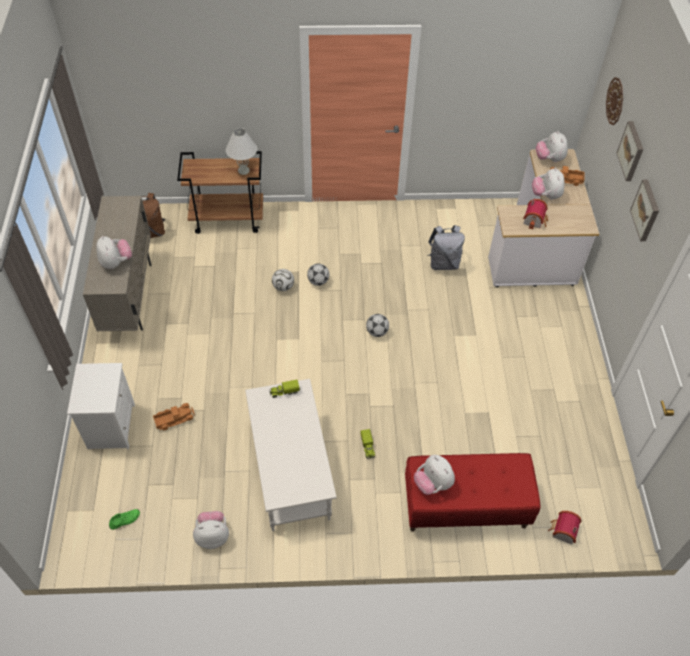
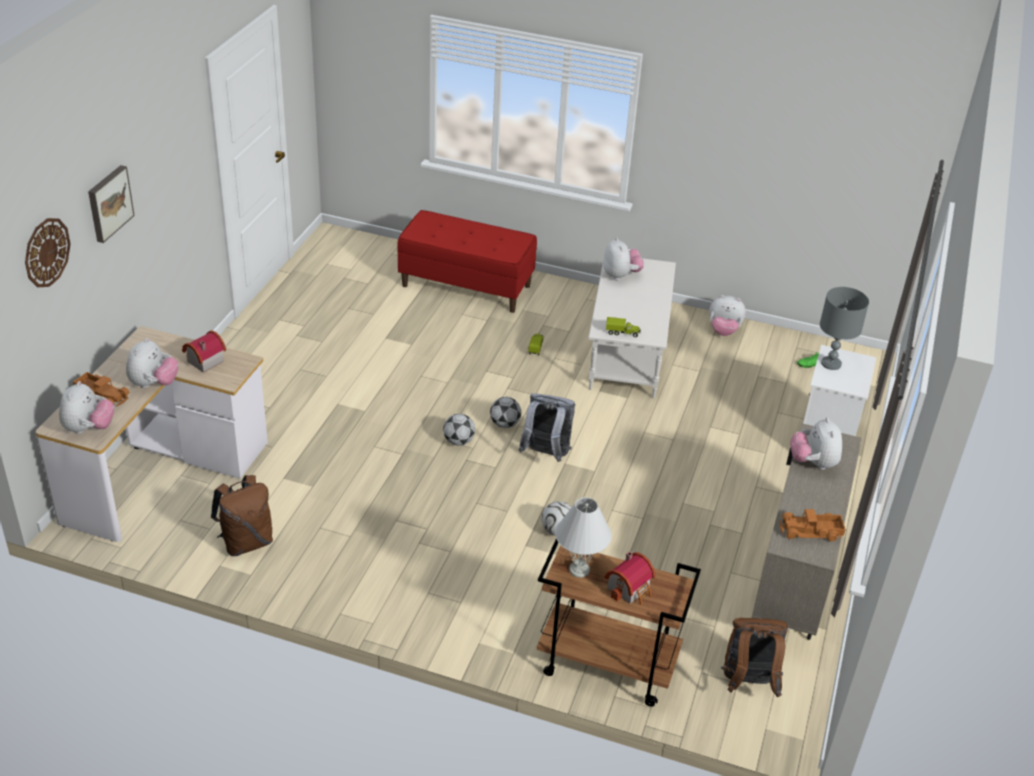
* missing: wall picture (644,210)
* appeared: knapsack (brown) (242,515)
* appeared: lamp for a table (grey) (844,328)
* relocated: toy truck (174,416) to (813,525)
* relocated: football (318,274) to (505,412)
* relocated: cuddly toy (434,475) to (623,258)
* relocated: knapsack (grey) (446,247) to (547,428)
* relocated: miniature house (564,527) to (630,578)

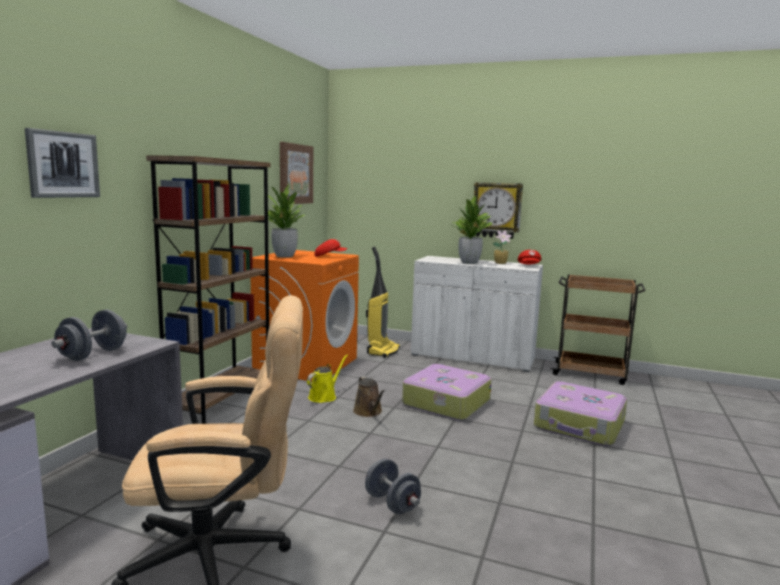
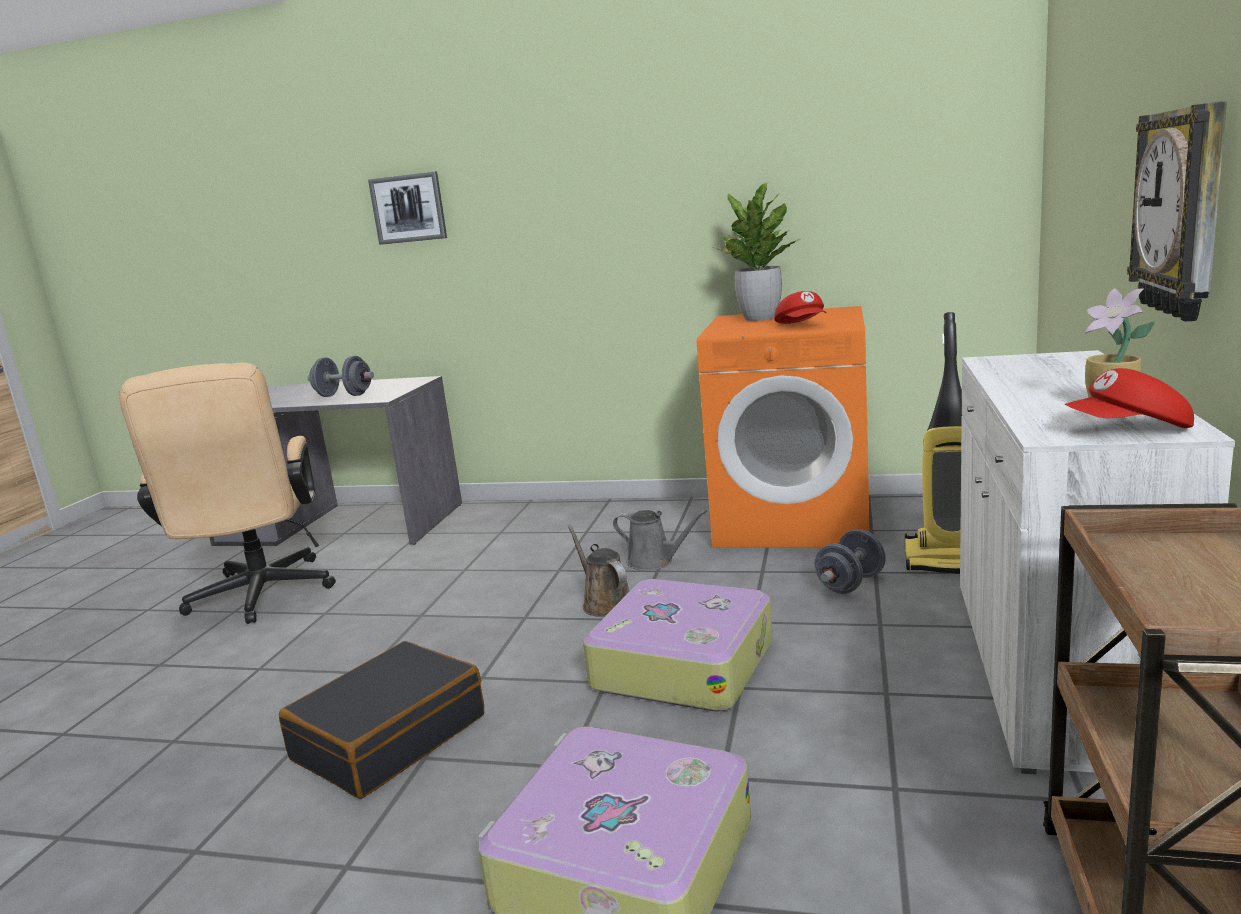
* missing: shelving unit (brown) (208,289)
* missing: wall picture (296,173)
* missing: houseplant (472,230)
* appeared: suitcase (black-coloured) (381,720)
* relocated: free weight (grey) (393,486) to (850,561)
* colour: sprinkling can (yellowish) (327,379) to sprinkling can (grey) (660,540)
* spun: sprinkling can (brown) (369,396) = (598,571) 90 degrees clockwise

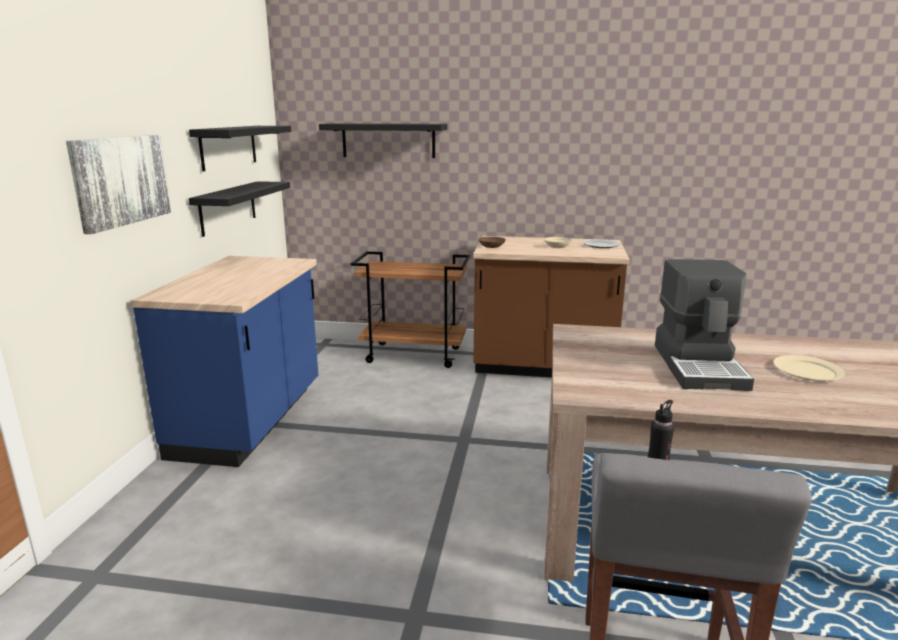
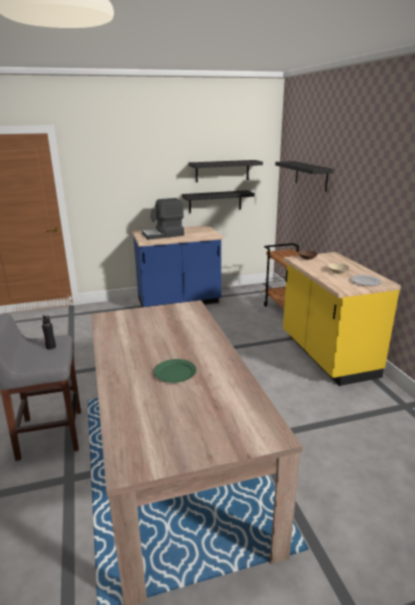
* missing: wall picture (118,184)
* relocated: coffee brewer (704,325) to (163,219)
* colour: kitchen counter (brown) (551,307) to kitchen counter (yellowish) (342,319)
* colour: plate (beige-coloured) (809,368) to plate (green) (175,371)

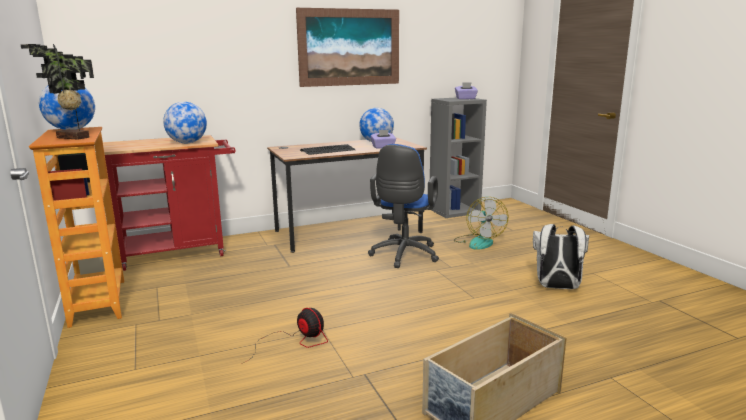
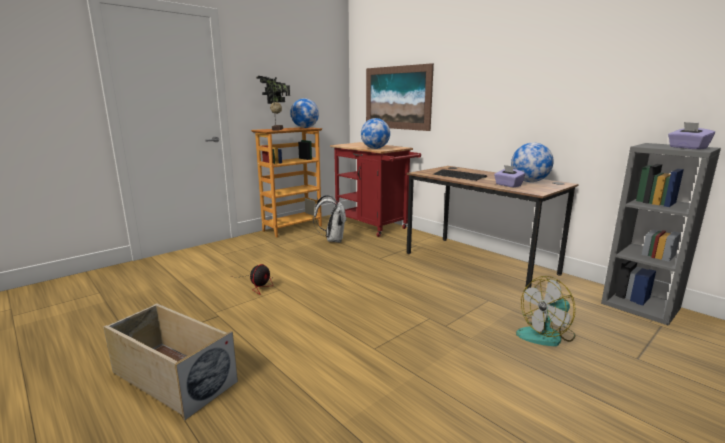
* missing: office chair (blue-coloured) (403,206)
* relocated: wall picture (347,47) to (400,97)
* relocated: knapsack (white-coloured) (561,256) to (330,219)

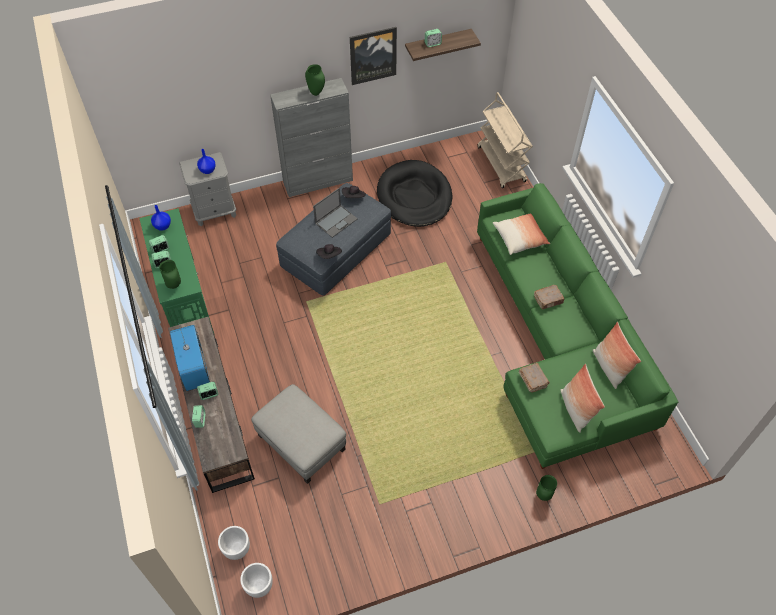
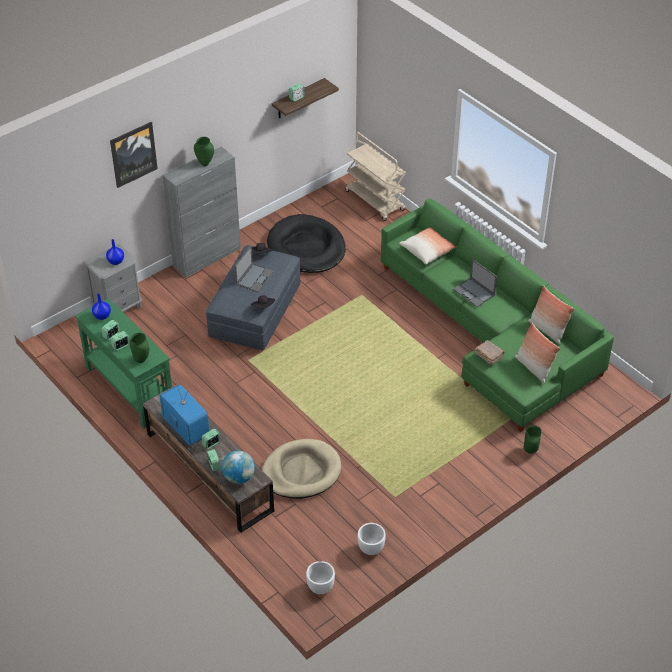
* appeared: world globe (238,467)
* relocated: flower pot (white-coloured) (234,543) to (372,539)
* relocated: wall picture (373,56) to (134,155)
* exchanged: footrest (grey) (298,434) to pet bed (beige-coloured) (301,469)
* exchanged: volume (brown) (549,297) to notebook computer (475,283)

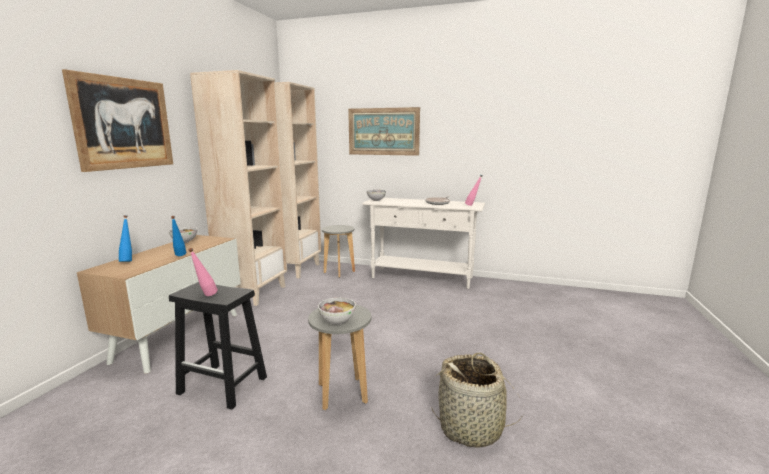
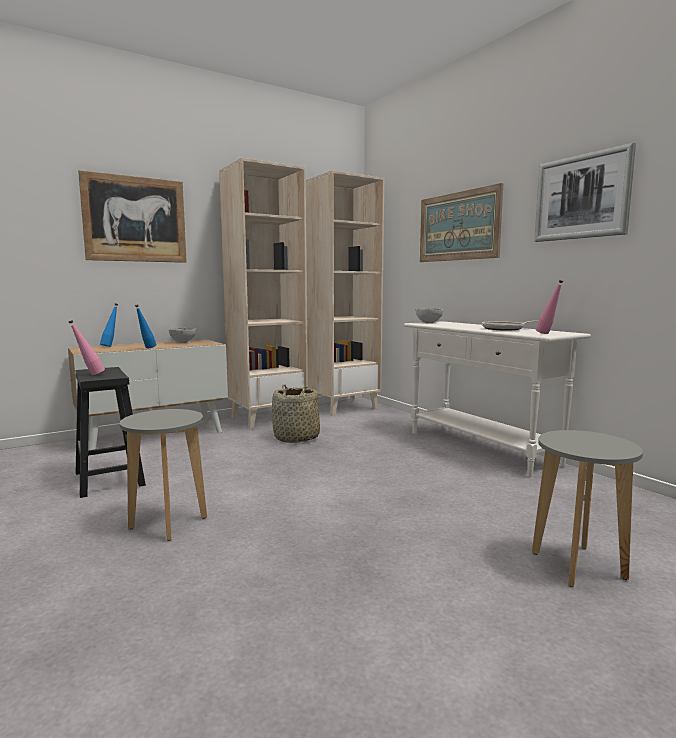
* missing: serving bowl (337,311)
* appeared: wall picture (585,192)
* relocated: stool (grey) (338,251) to (587,508)
* relocated: household basket (477,400) to (296,413)

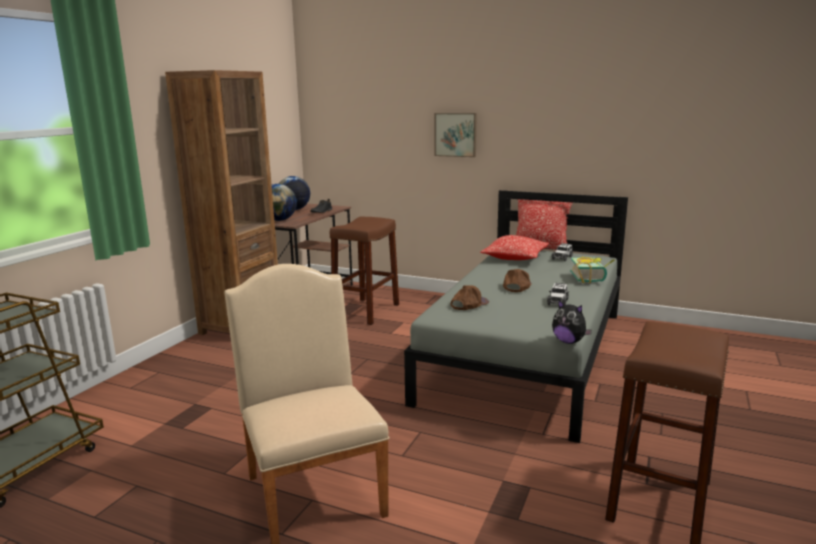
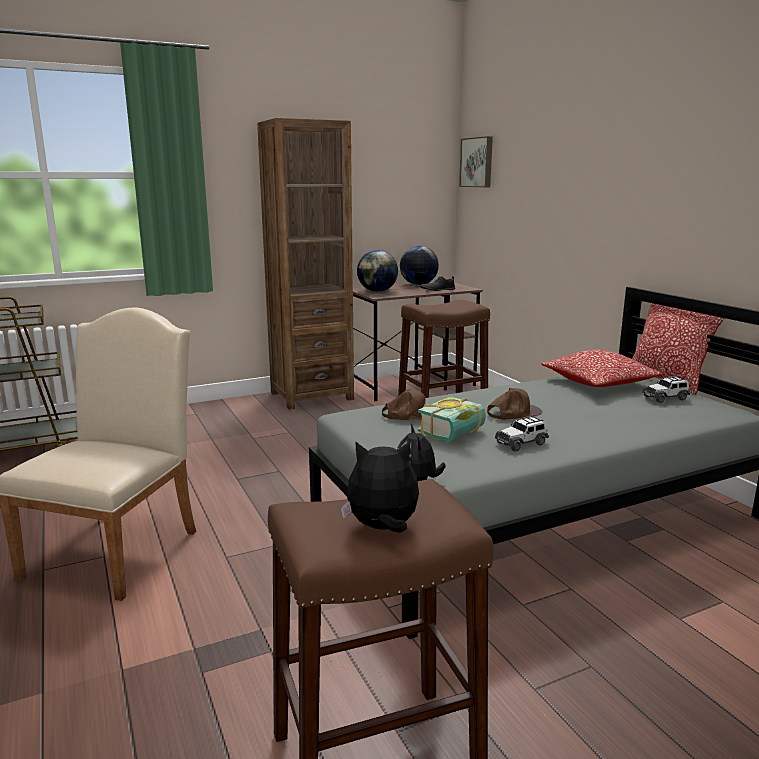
* appeared: cuddly toy (380,487)
* relocated: wall picture (455,135) to (476,161)
* relocated: volume (592,269) to (452,419)

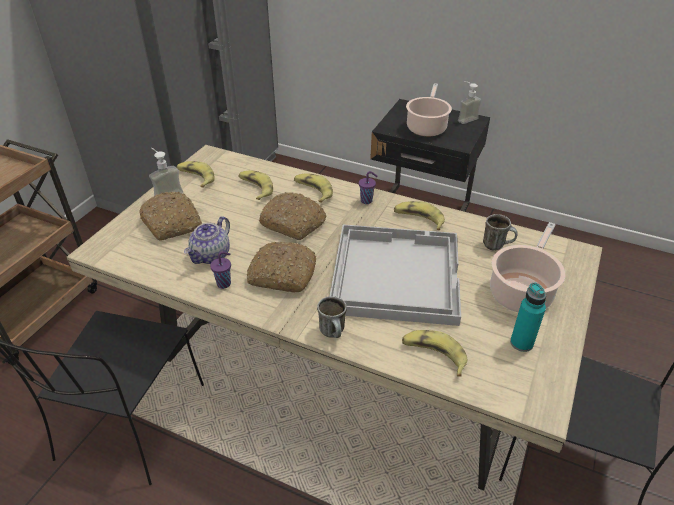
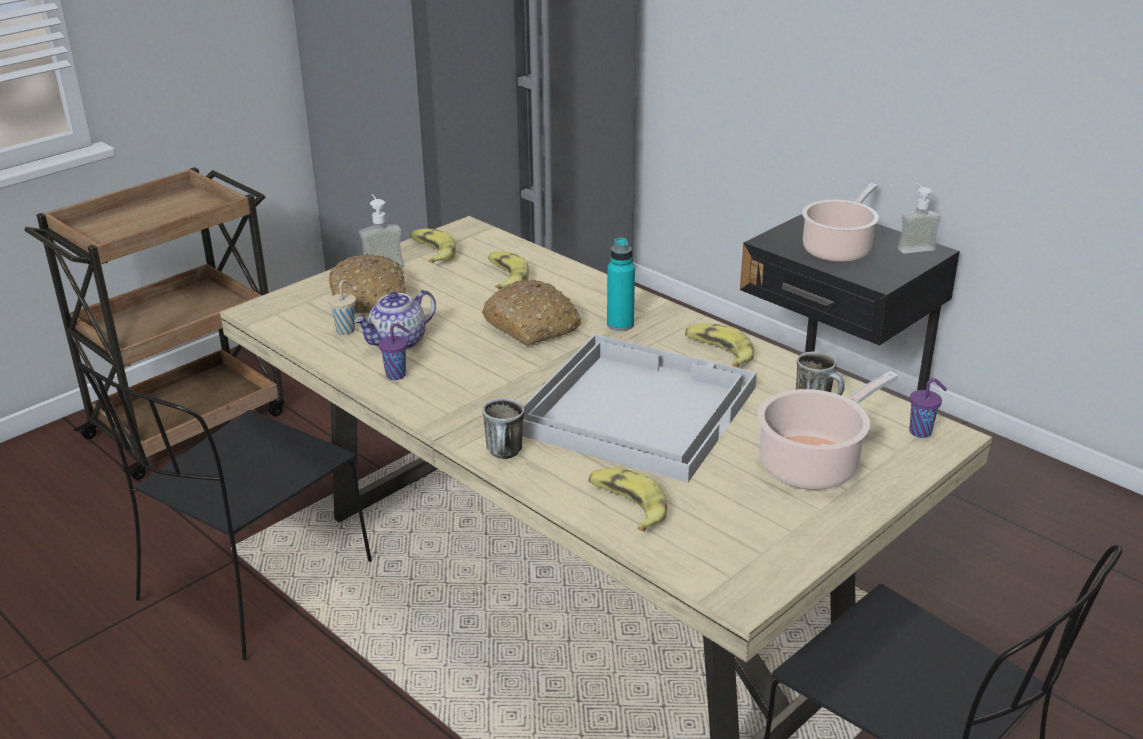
* missing: bread (281,267)
* missing: whole banana (313,188)
* appeared: small cup (beige-coloured) (342,307)
* relocated: small cup (purple) (368,187) to (928,408)
* relocated: drink bottle (turquoise-coloured) (528,317) to (621,284)

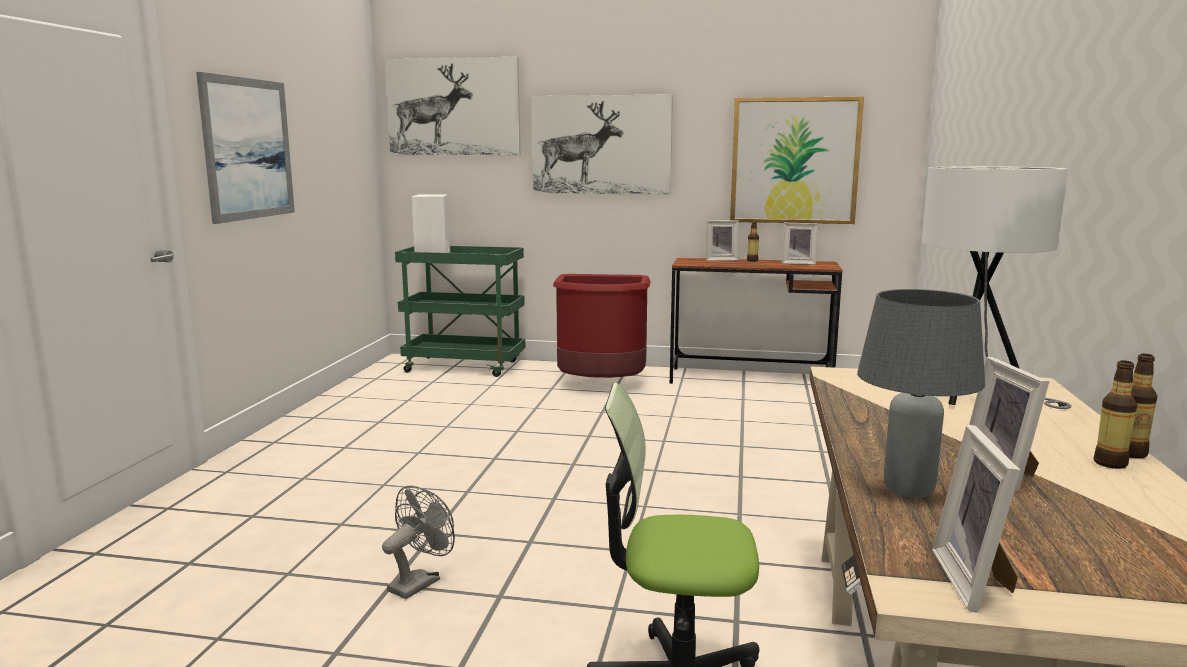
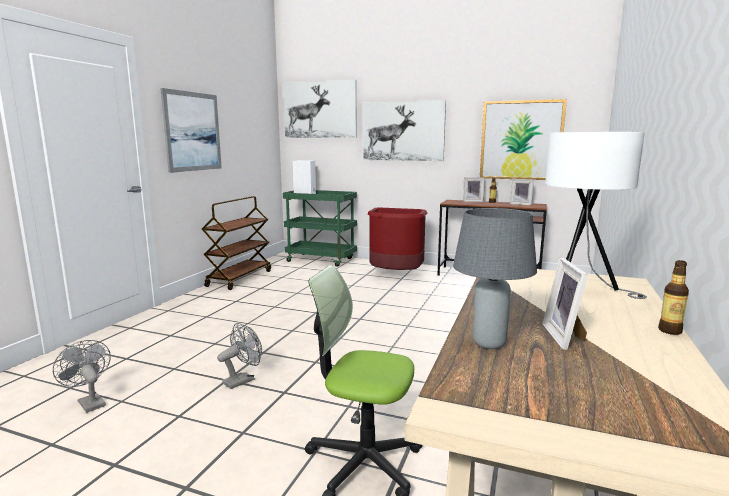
* missing: photo frame (976,519)
* missing: drink bottle (1115,414)
* appeared: cooling fan (grey) (82,376)
* appeared: cart (brown) (236,243)

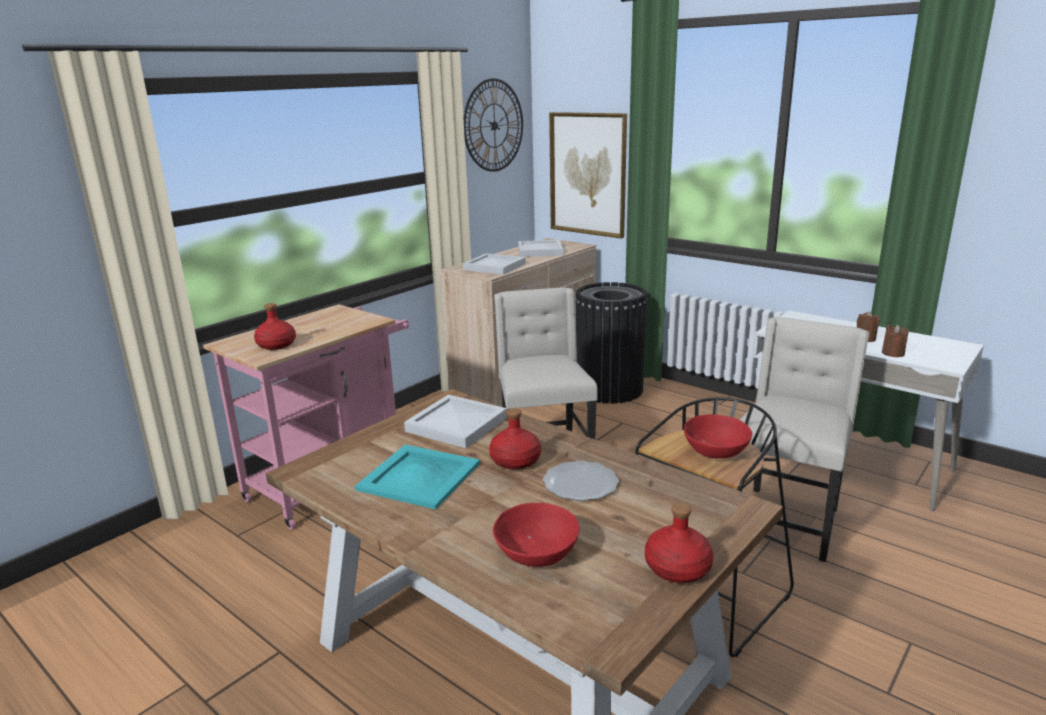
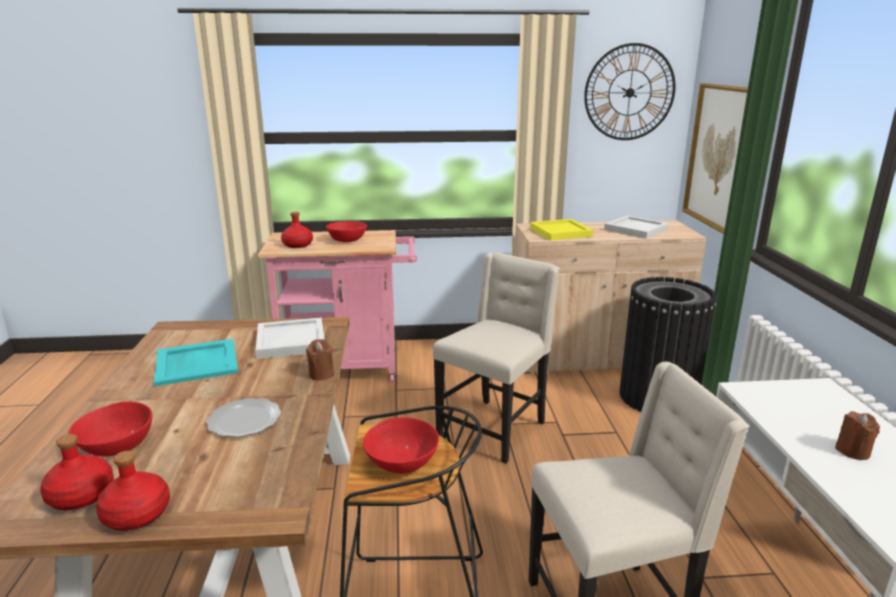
* appeared: serving bowl (reddish) (346,231)
* relocated: drink bottle (reddish) (515,439) to (77,472)
* relocated: wax candle (brown) (895,341) to (320,359)
* colour: serving tray (white-coloured) (494,264) to serving tray (yellowish) (561,230)

